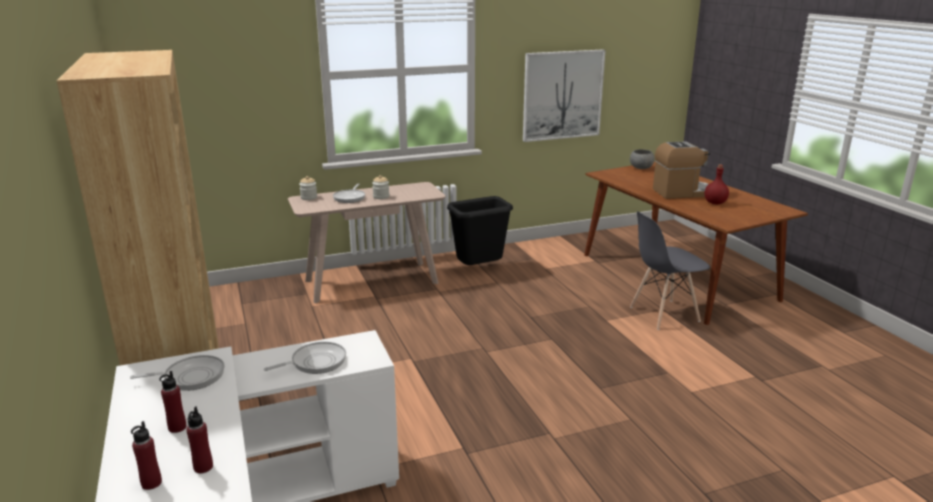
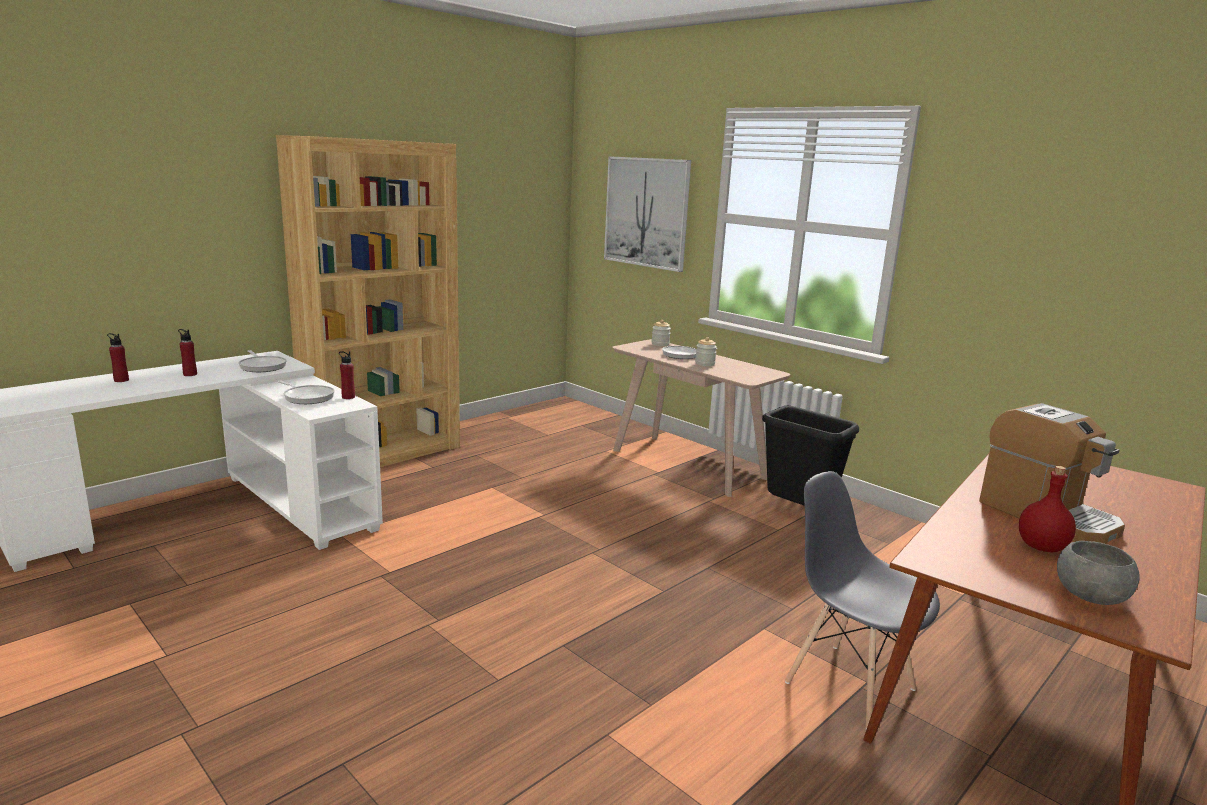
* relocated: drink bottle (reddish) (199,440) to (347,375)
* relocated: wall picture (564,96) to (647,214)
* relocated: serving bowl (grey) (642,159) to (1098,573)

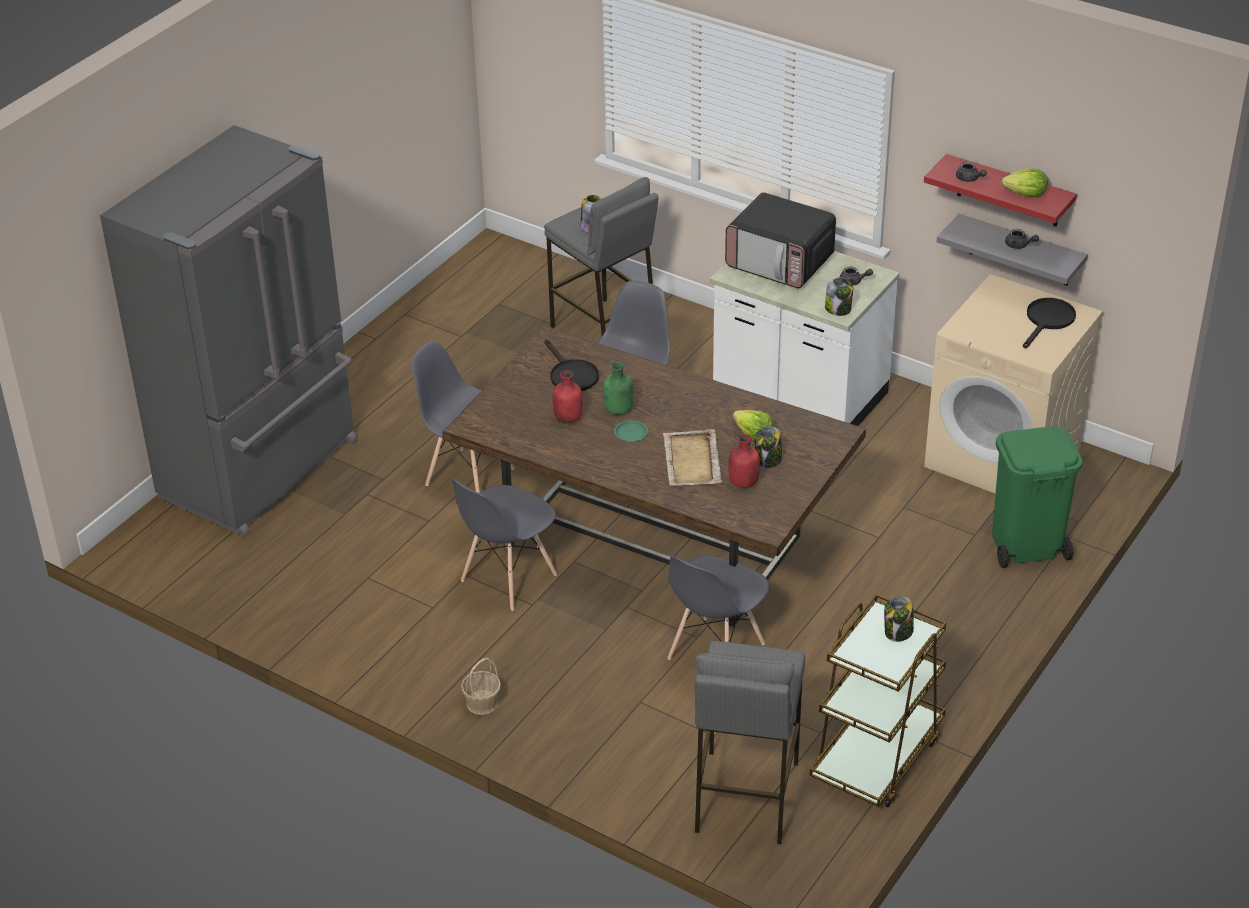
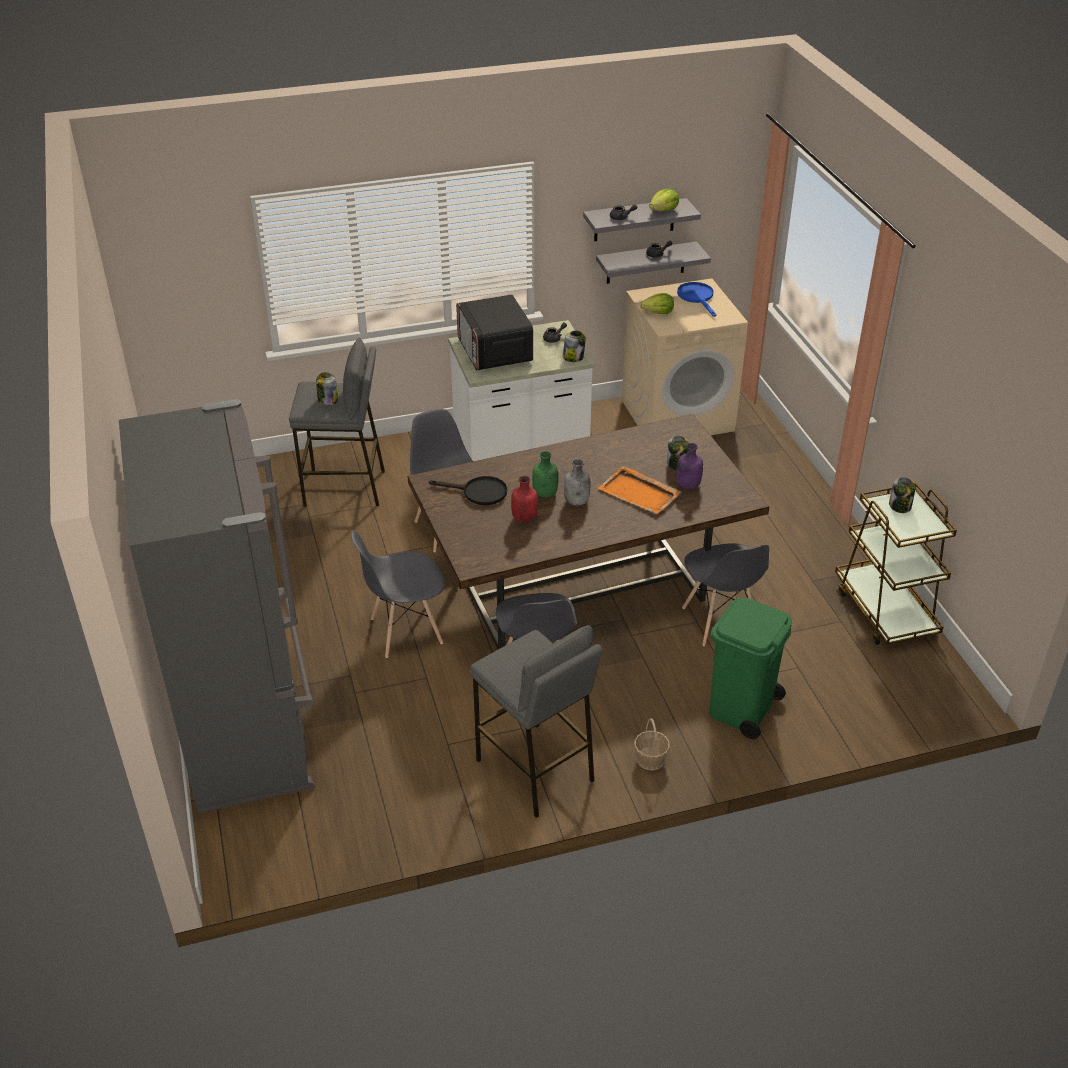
* relocated: stool (grey) (750,742) to (536,721)
* relocated: lettuce head (753,426) to (657,303)
* relocated: waste bin (green) (1037,497) to (750,668)
* exchanged: plate (green) (631,430) to drink bottle (grey) (577,482)
* colour: serving tray (beige-coloured) (692,457) to serving tray (orange-coloured) (640,490)
* colour: drink bottle (reddish) (744,461) to drink bottle (purple) (689,466)
* colour: bracket shelf (reddish) (1000,190) to bracket shelf (grey) (642,219)
* colour: skillet (black-coloured) (1049,323) to skillet (blue-coloured) (696,299)
* spun: microwave (780,240) = (494,332) 90 degrees clockwise

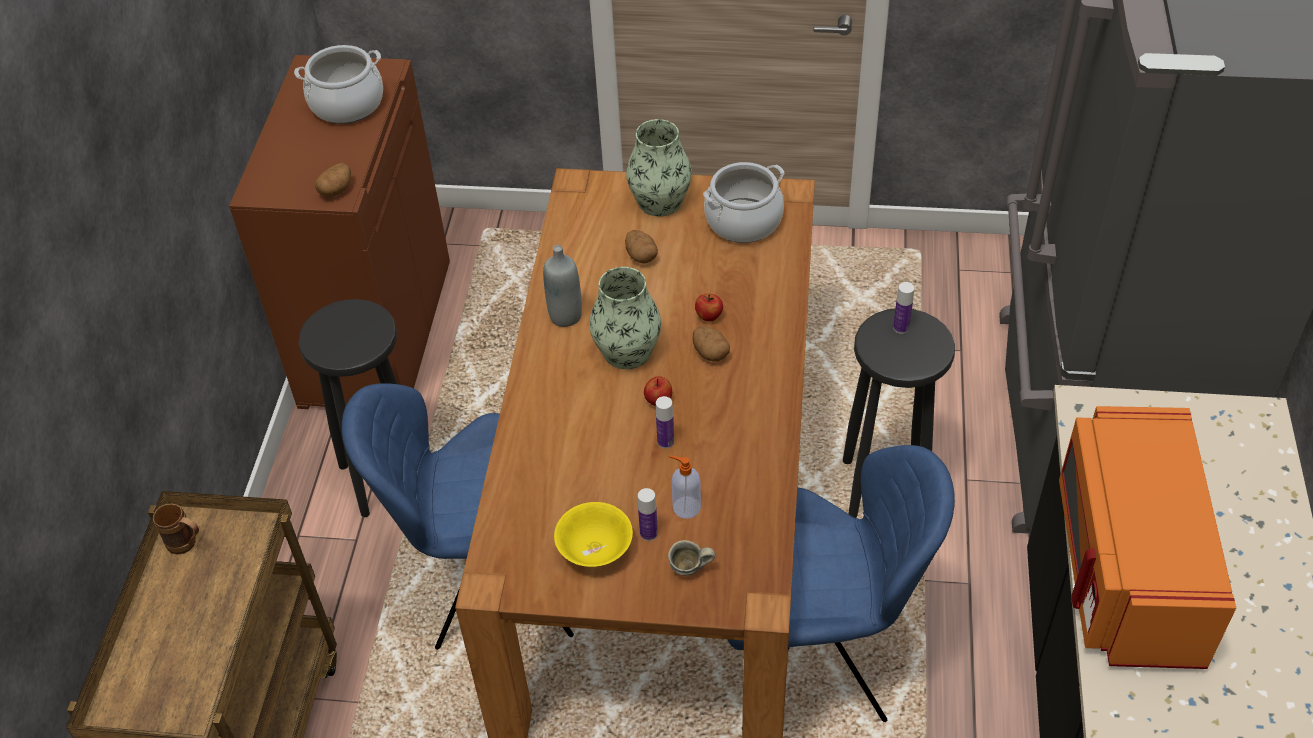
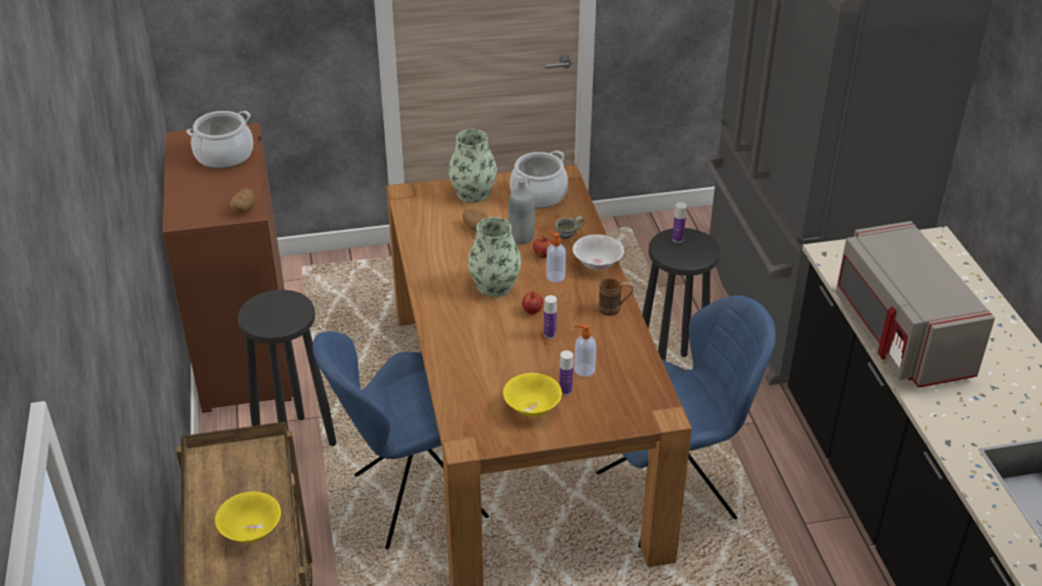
* appeared: serving bowl (yellowish) (248,517)
* appeared: serving bowl (white-coloured) (598,252)
* relocated: mug (brown) (176,529) to (616,297)
* relocated: drink bottle (grey) (562,286) to (521,212)
* relocated: mug (grey) (691,557) to (570,227)
* exchanged: spud (711,344) to soap dispenser (556,256)
* colour: microwave (orange-coloured) (1147,537) to microwave (grey) (915,304)

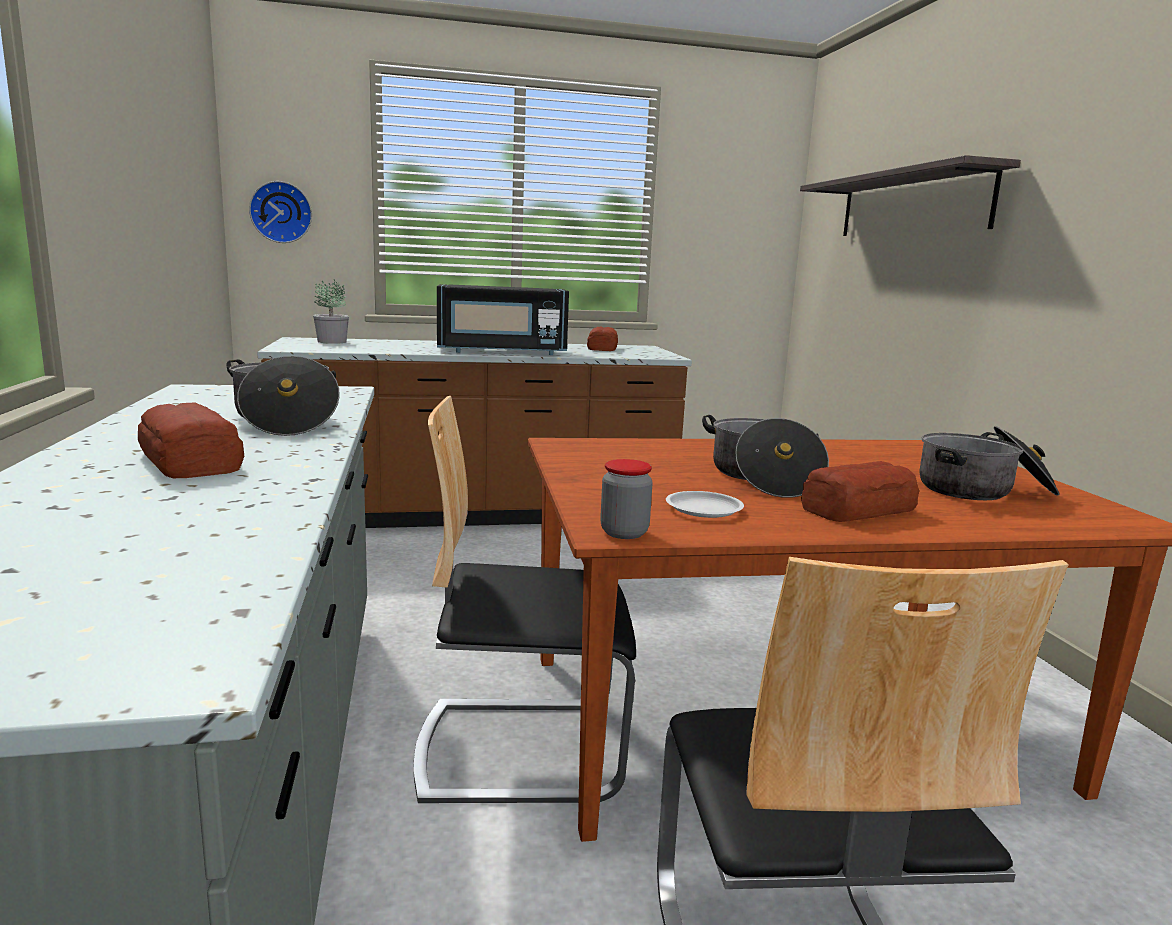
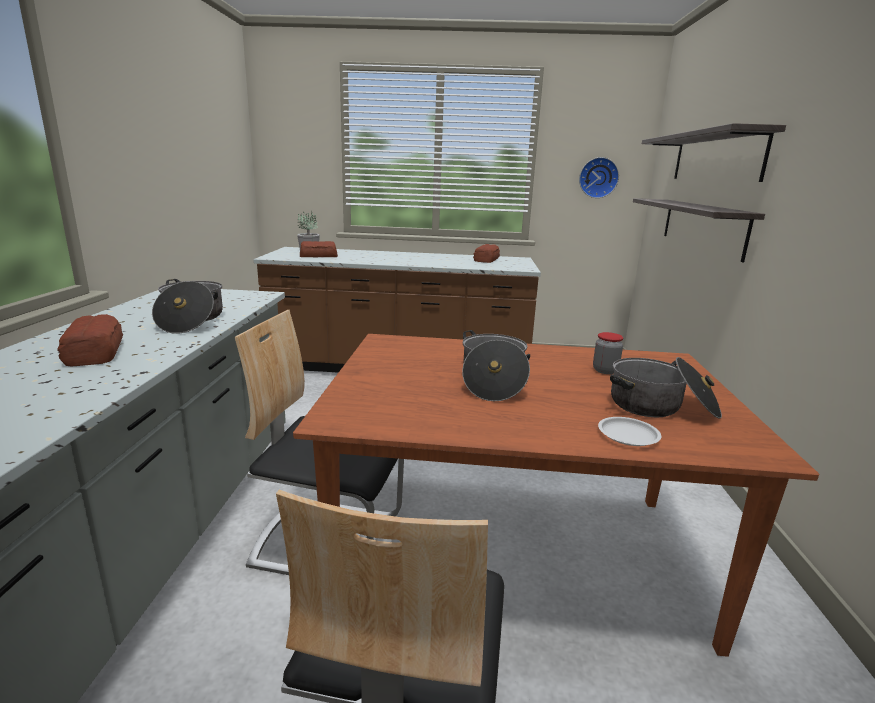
* missing: microwave (black-coloured) (503,319)
* appeared: bracket shelf (699,230)
* relocated: clock on the wall (280,212) to (599,177)
* relocated: preserve jar (626,499) to (608,353)
* relocated: plate (white-coloured) (705,504) to (629,431)
* relocated: bread (860,491) to (319,249)

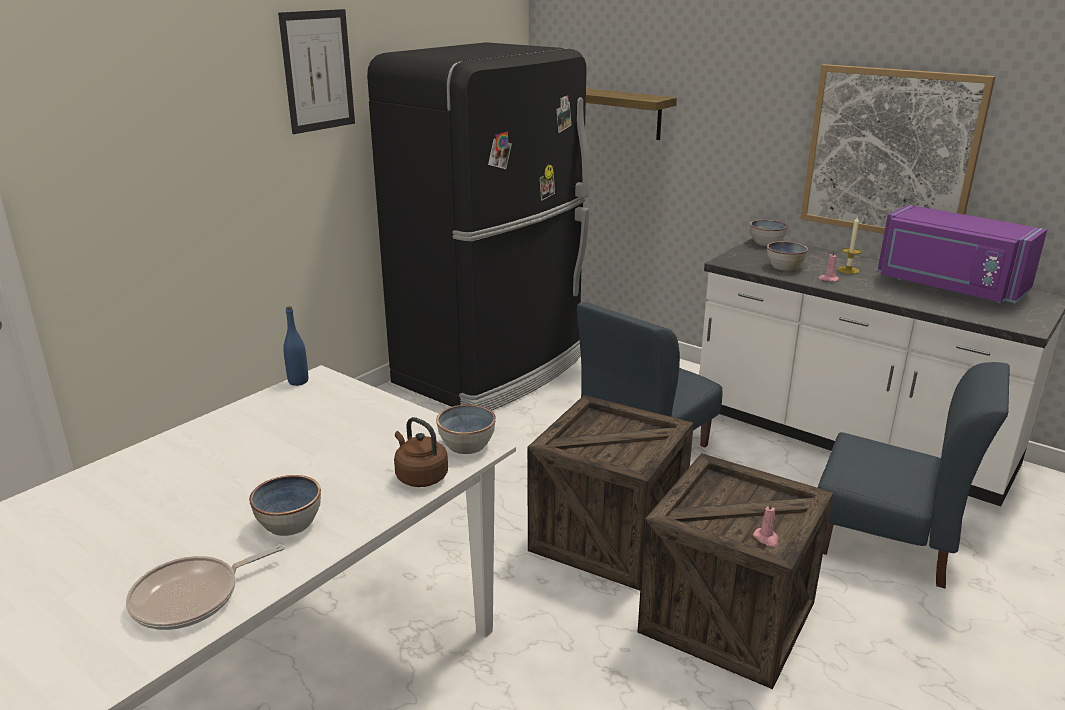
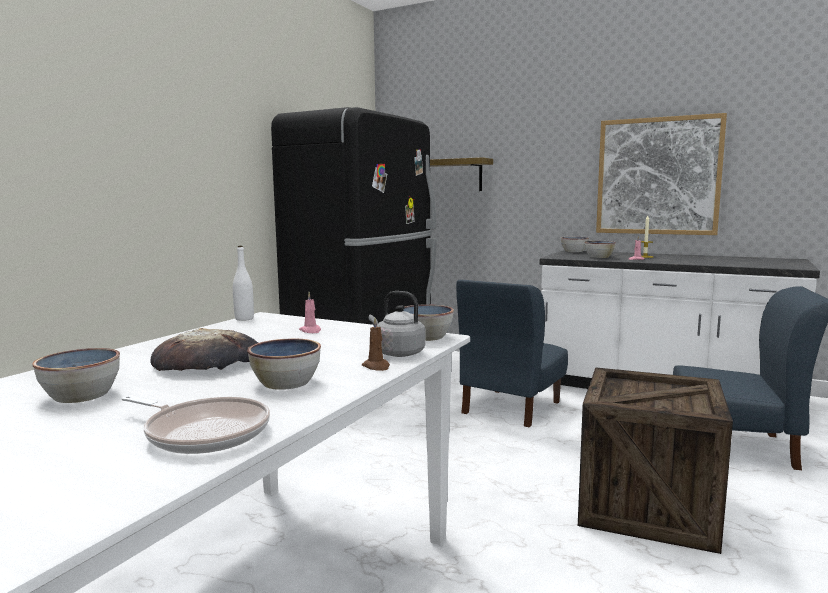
* missing: wall picture (316,71)
* missing: crate (610,492)
* missing: microwave (purple) (962,254)
* appeared: serving bowl (76,375)
* appeared: bread (204,349)
* appeared: wax candle (brown) (376,344)
* relocated: wax candle (pink) (766,524) to (310,312)
* colour: drink bottle (blue-coloured) (295,346) to drink bottle (white-coloured) (243,283)
* colour: water kettle (brown) (421,452) to water kettle (grey) (397,324)
* spun: skillet (205,587) = (196,425) 105 degrees counterclockwise

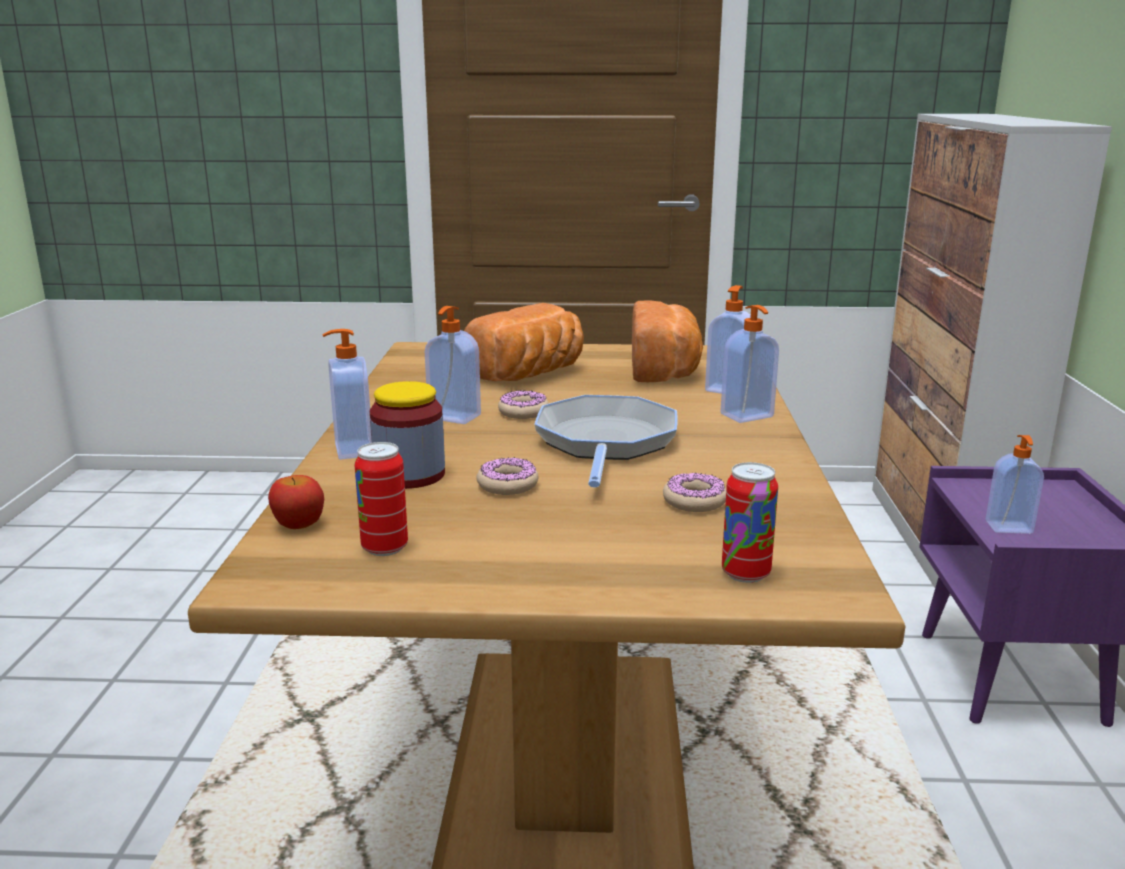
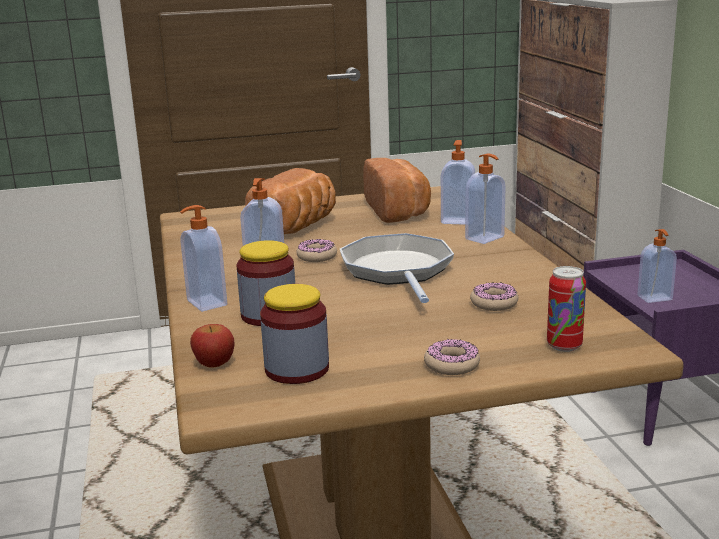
* relocated: ring doughnut (507,476) to (452,357)
* exchanged: can (381,499) to preserve jar (294,334)

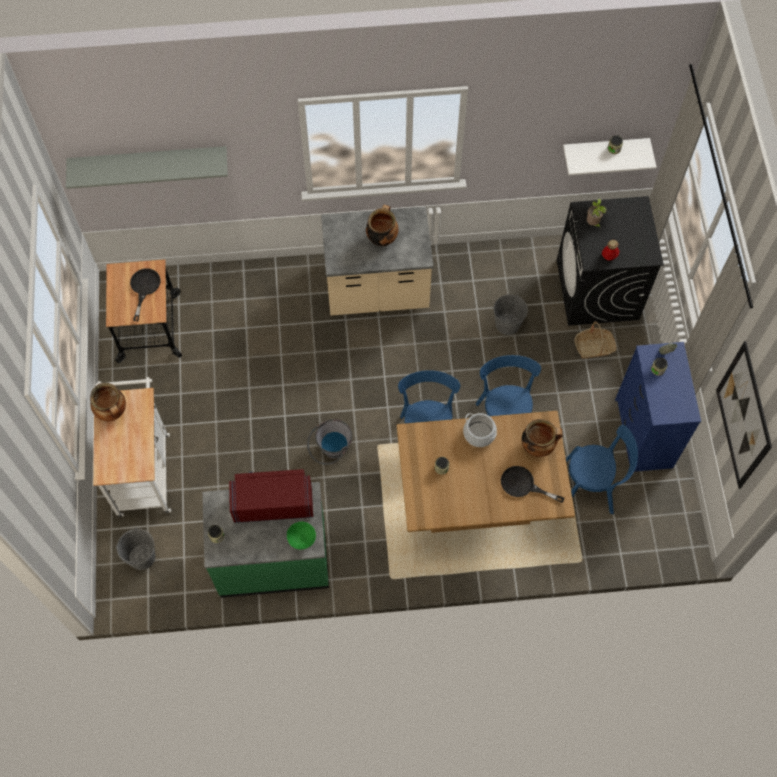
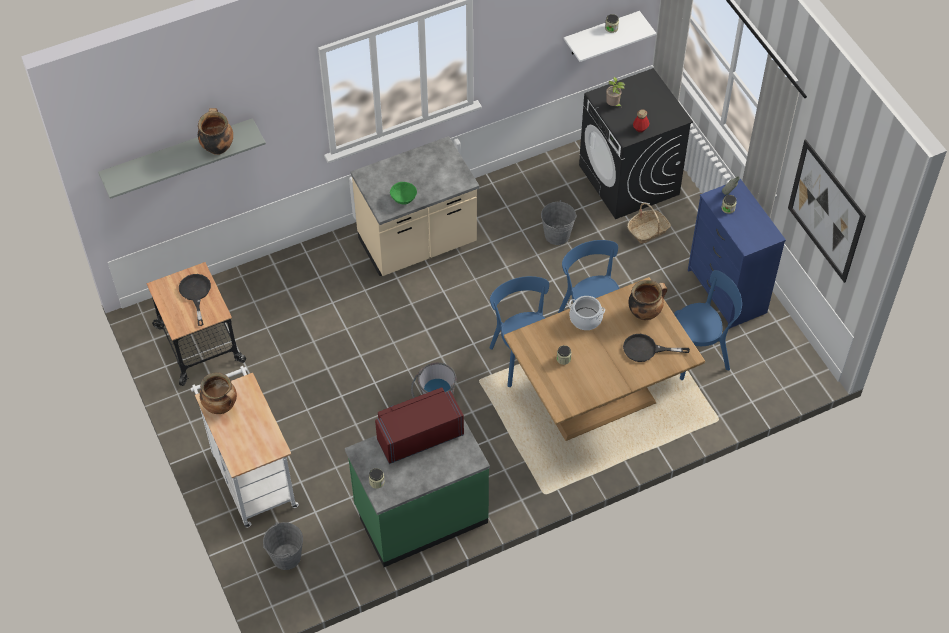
* relocated: serving bowl (green) (301,535) to (403,193)
* relocated: saucepot (382,225) to (215,131)

